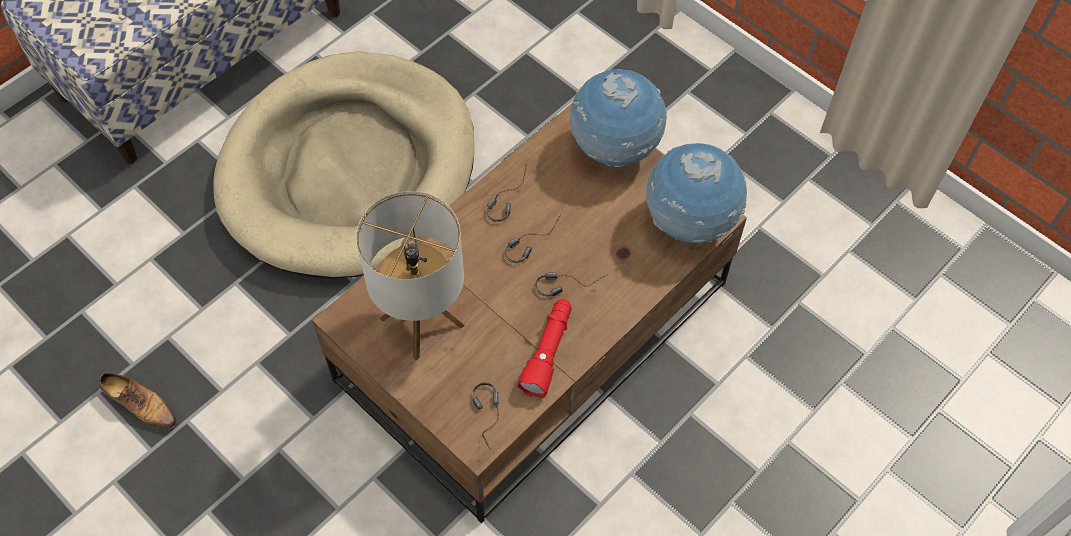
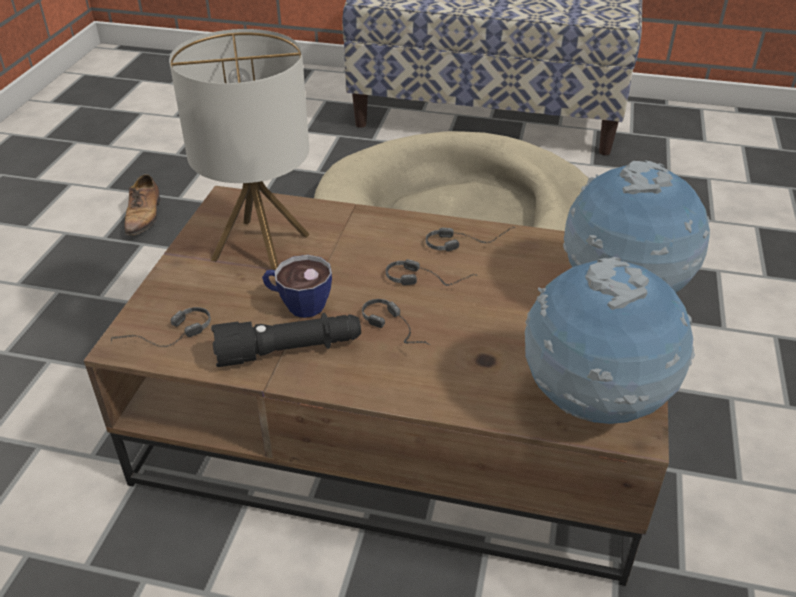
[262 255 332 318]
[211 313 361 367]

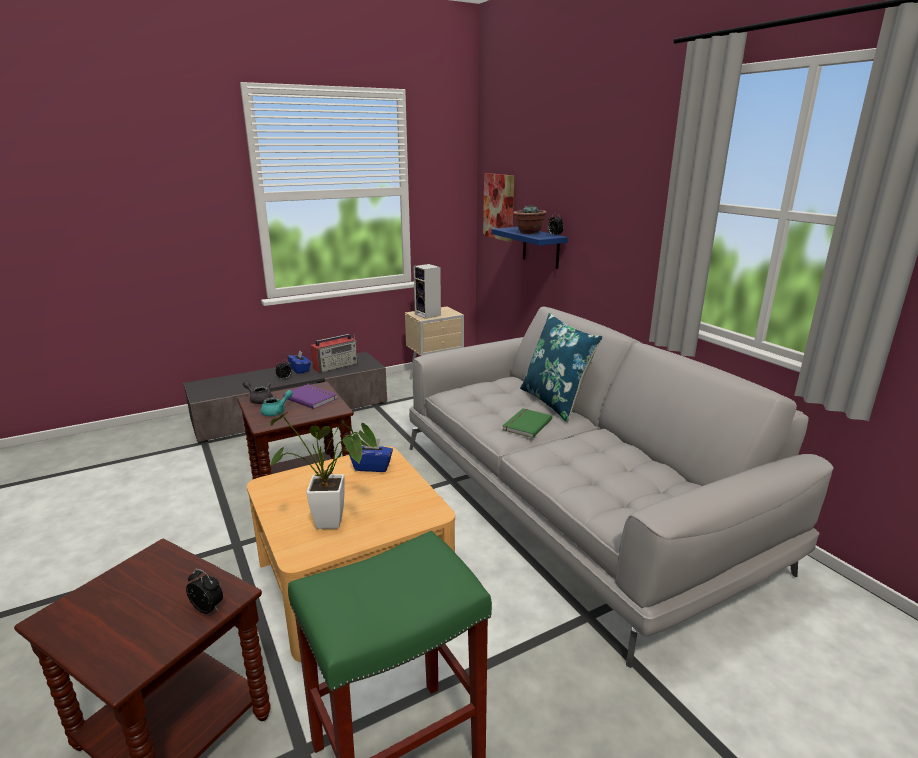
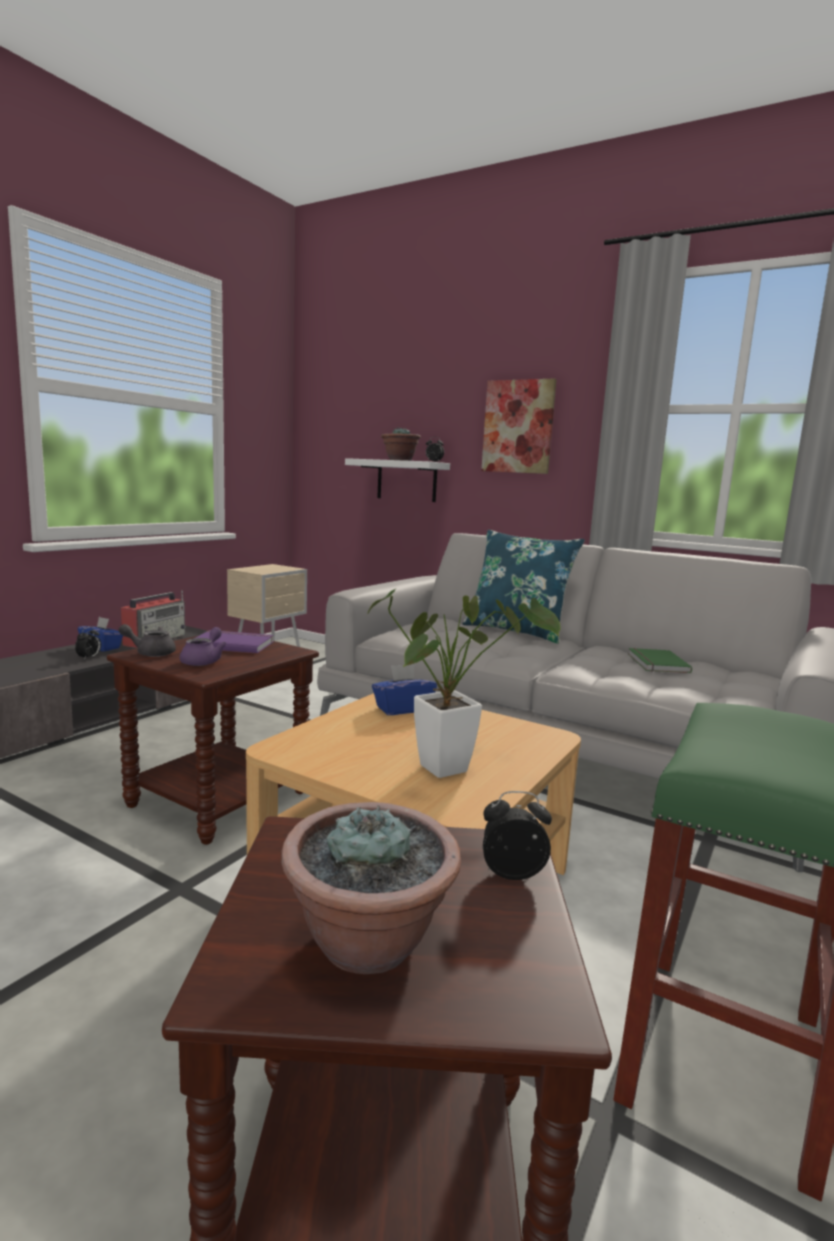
[413 264 441 319] (first image)
[281 802 461 974]
[481 378 557 474]
[628 648 692 673]
[179 627 226 666]
[345 458 450 502]

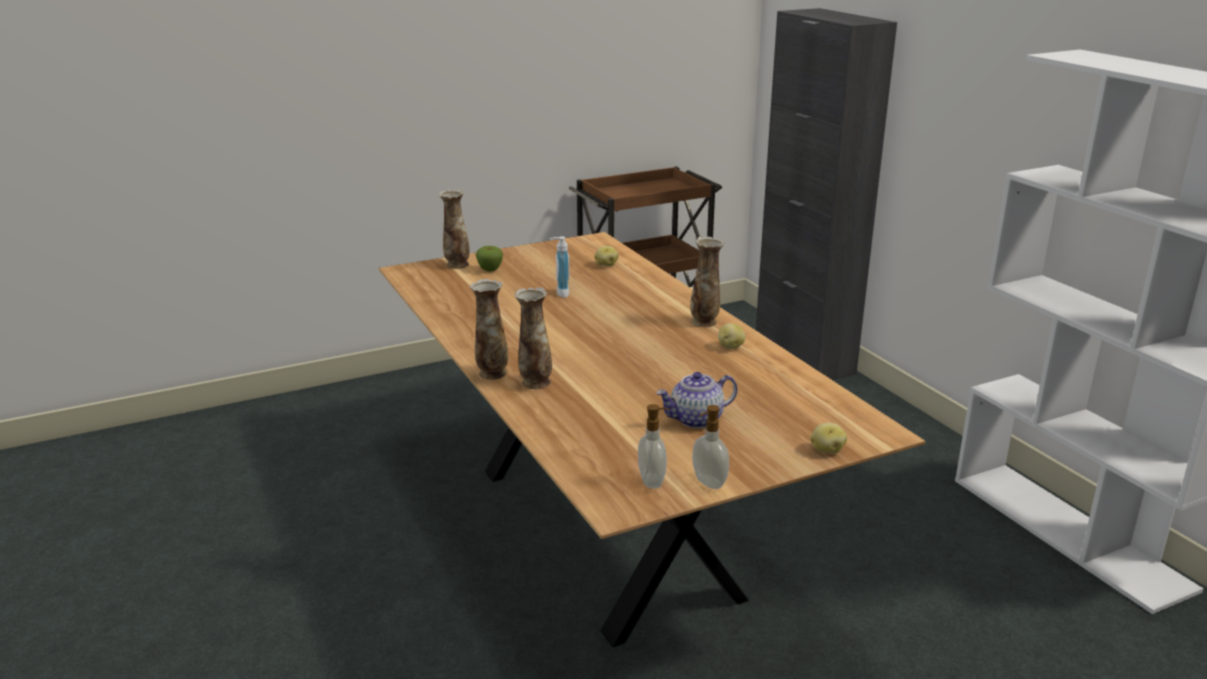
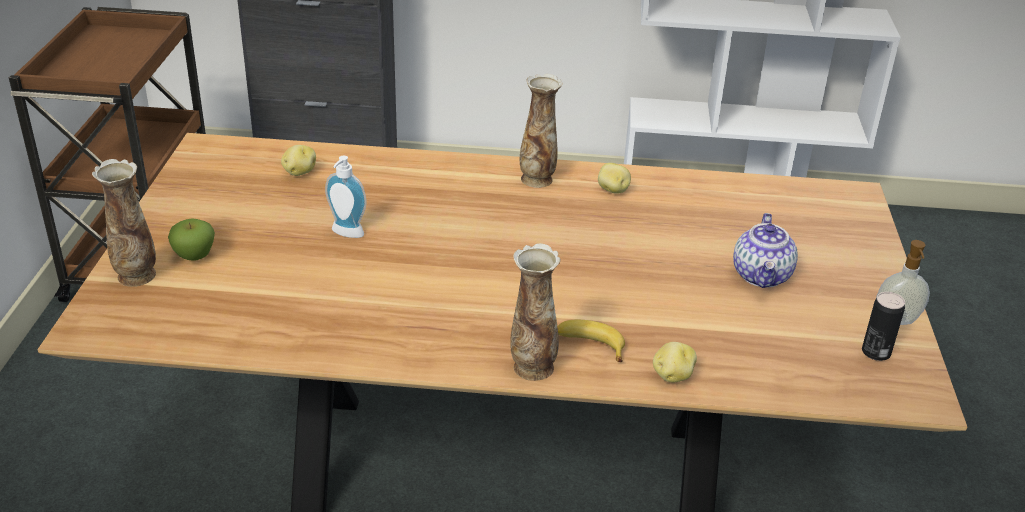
[653 342 697 383]
[557 320 625 362]
[862 292 905 361]

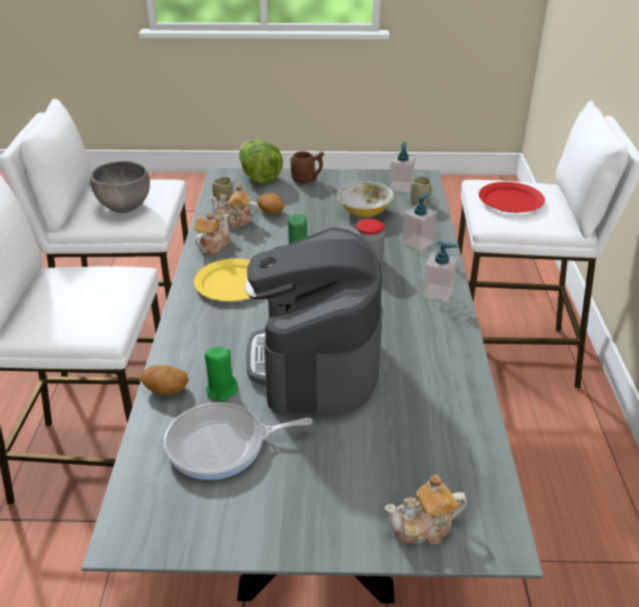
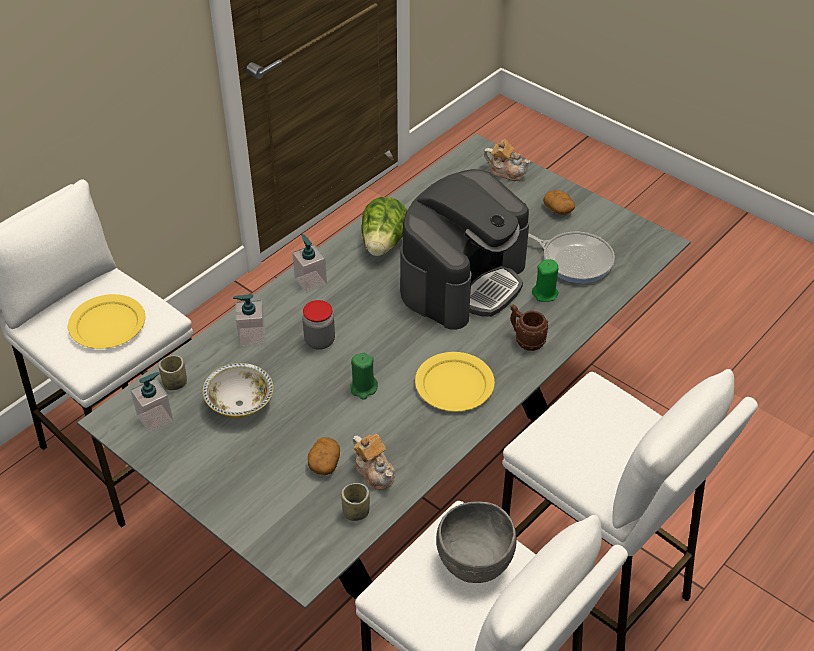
[194 212 230 254] (first image)
[543 190 575 215]
[361 197 407 256]
[510 305 548 351]
[68 294 145 349]

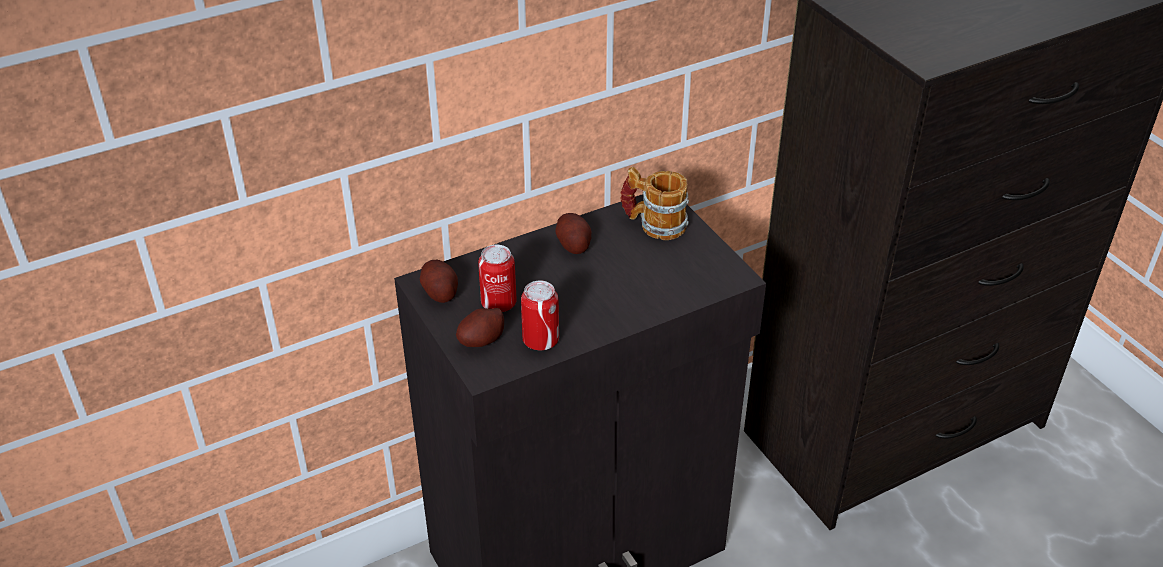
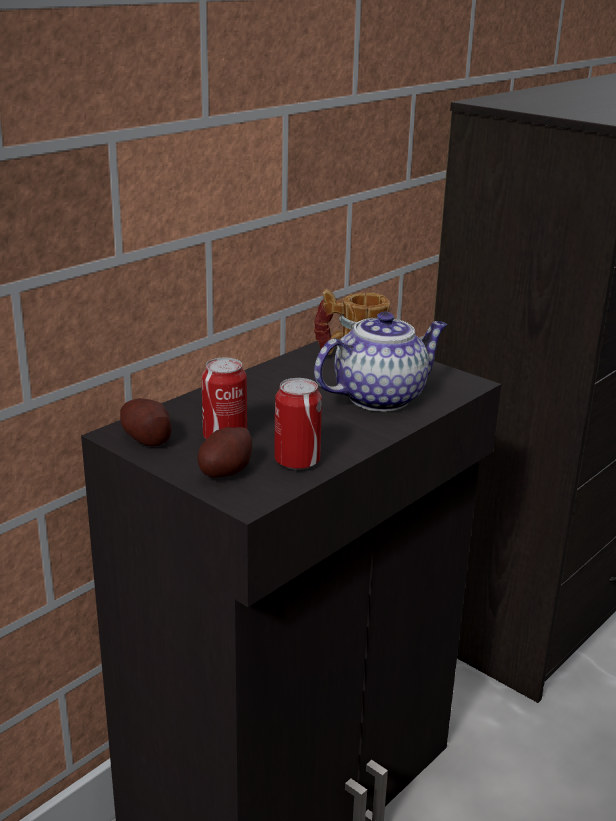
[555 213 591 254] (first image)
[314 311 448 412]

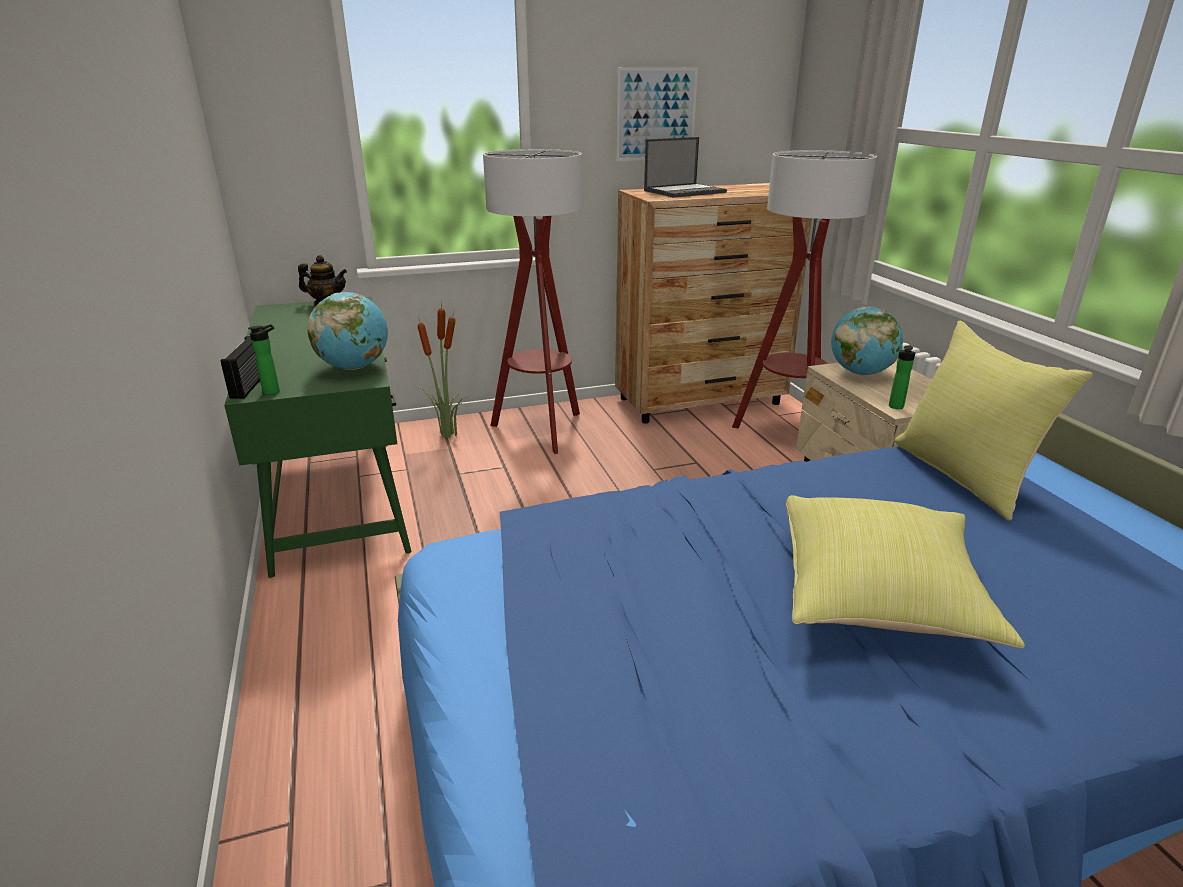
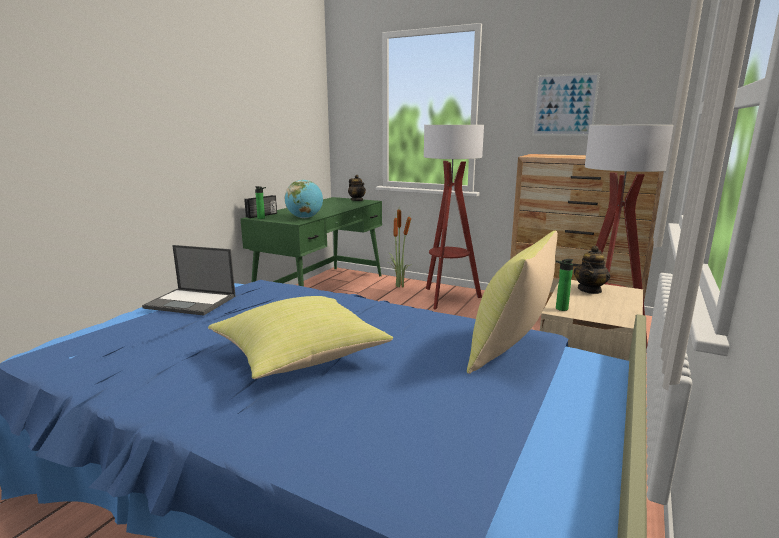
[142 245 236 316]
[574 246 610 294]

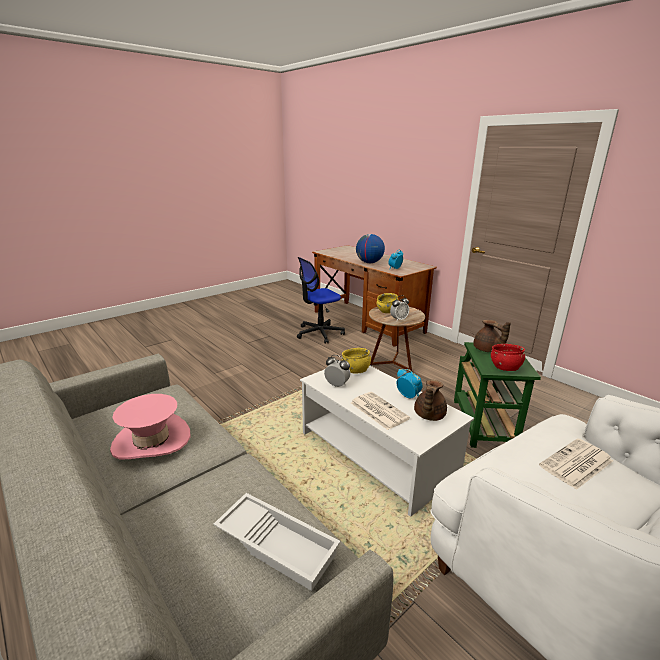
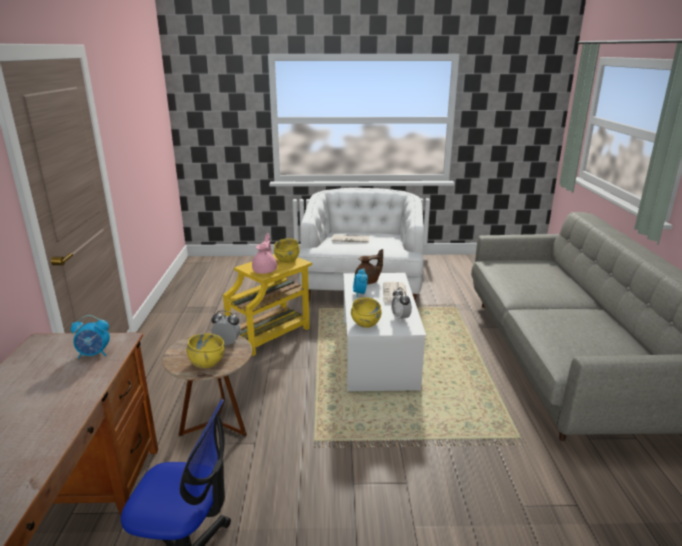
[110 394 191 459] (first image)
[213 493 340 591] (first image)
[356 234 385 263] (first image)
[223 254 312 356]
[252 233 277 274]
[274 238 300 263]

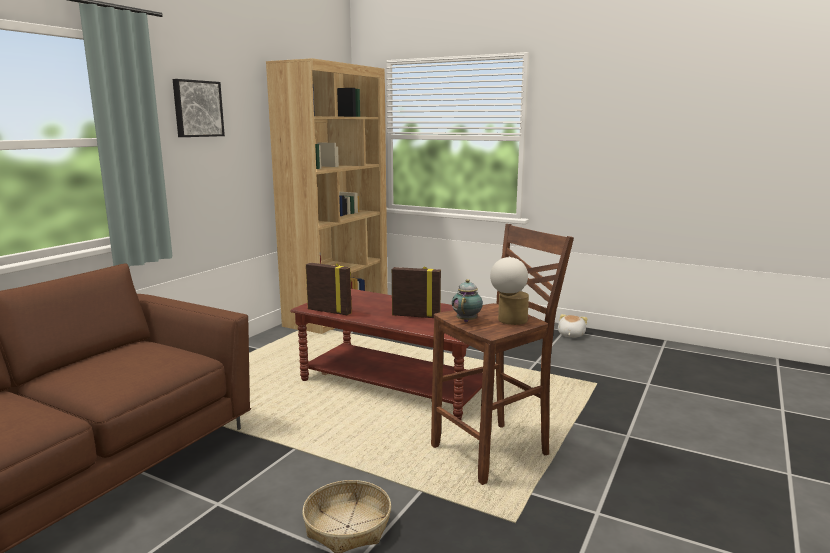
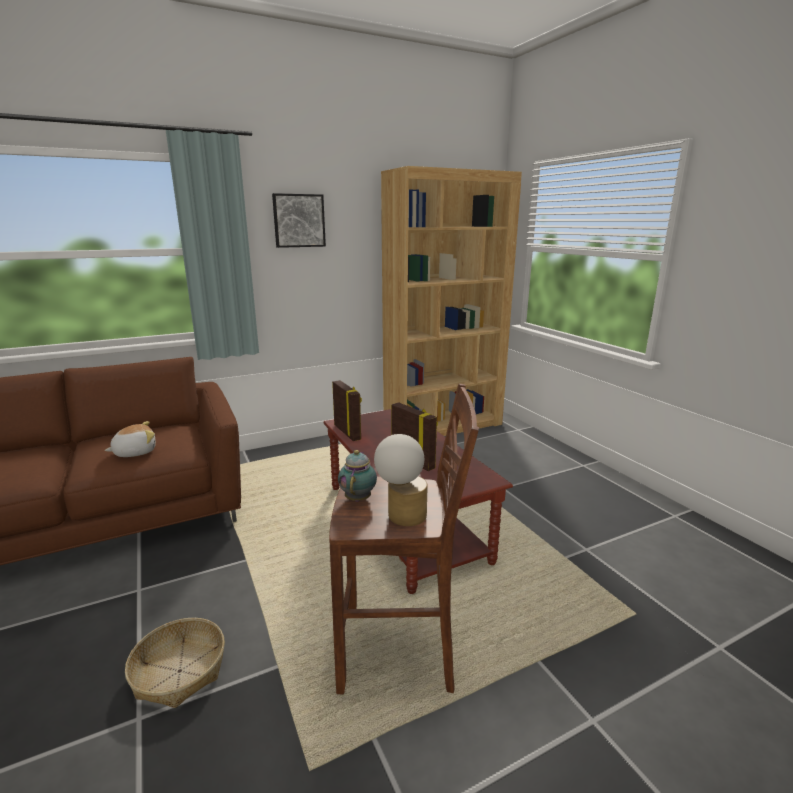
[104 421 156 457]
[338 450 377 502]

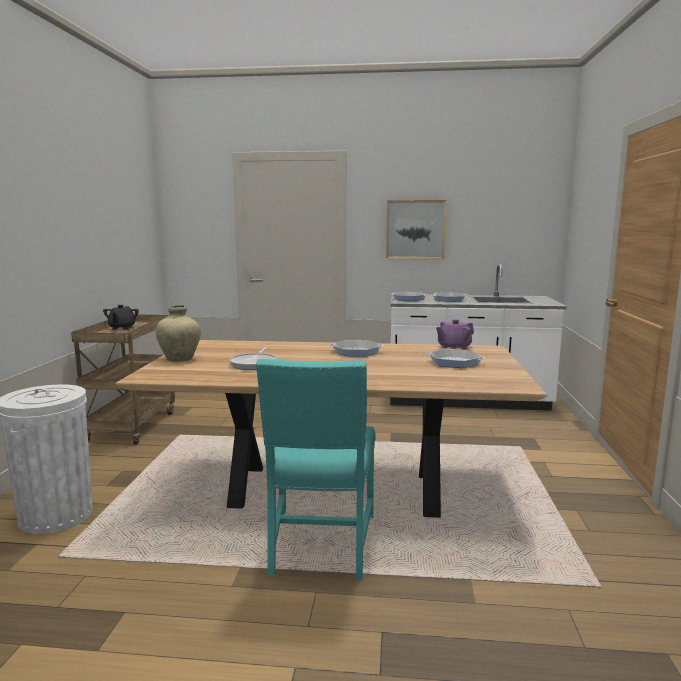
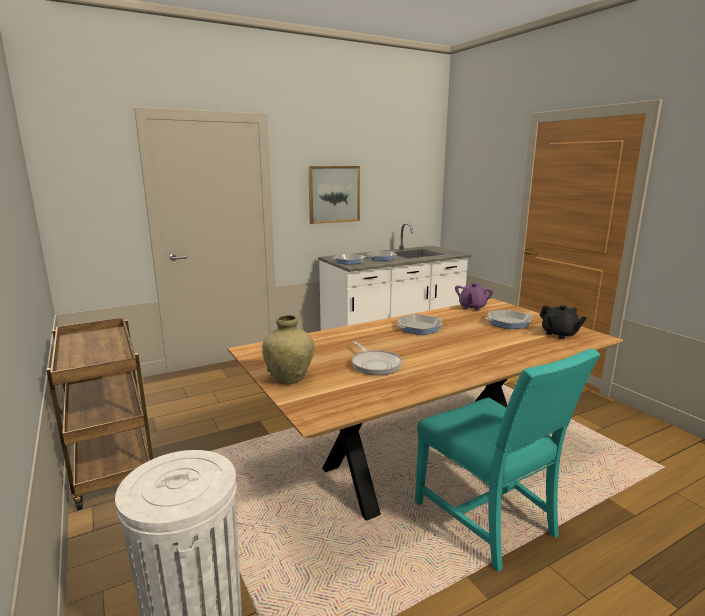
[540 305 587 339]

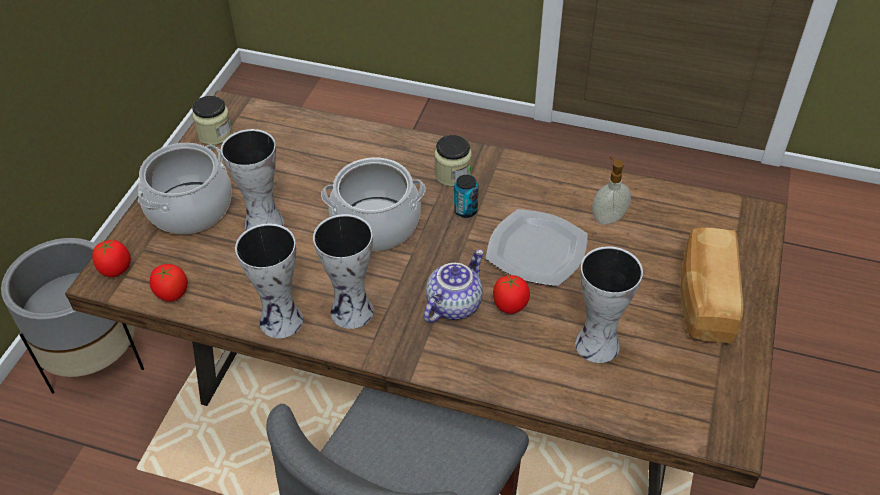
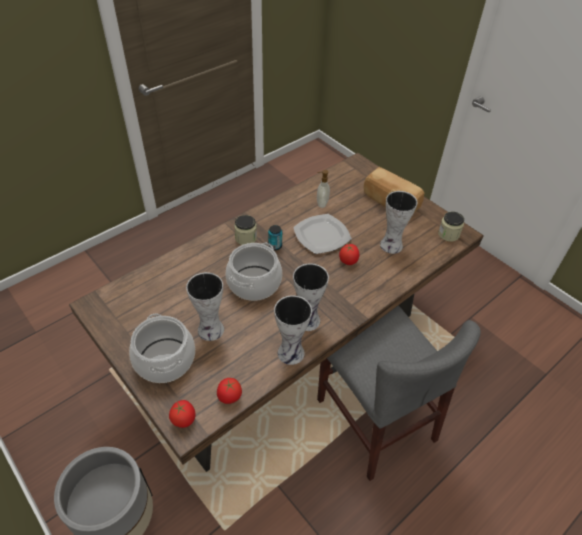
[424 250 484 323] (first image)
[438 212 464 242]

